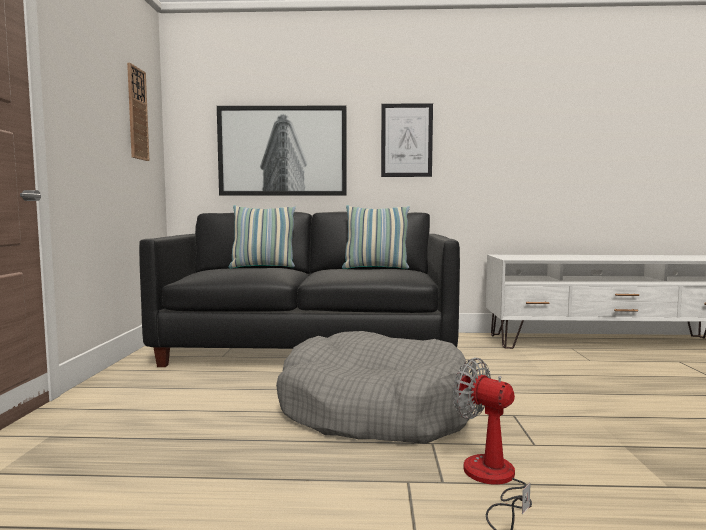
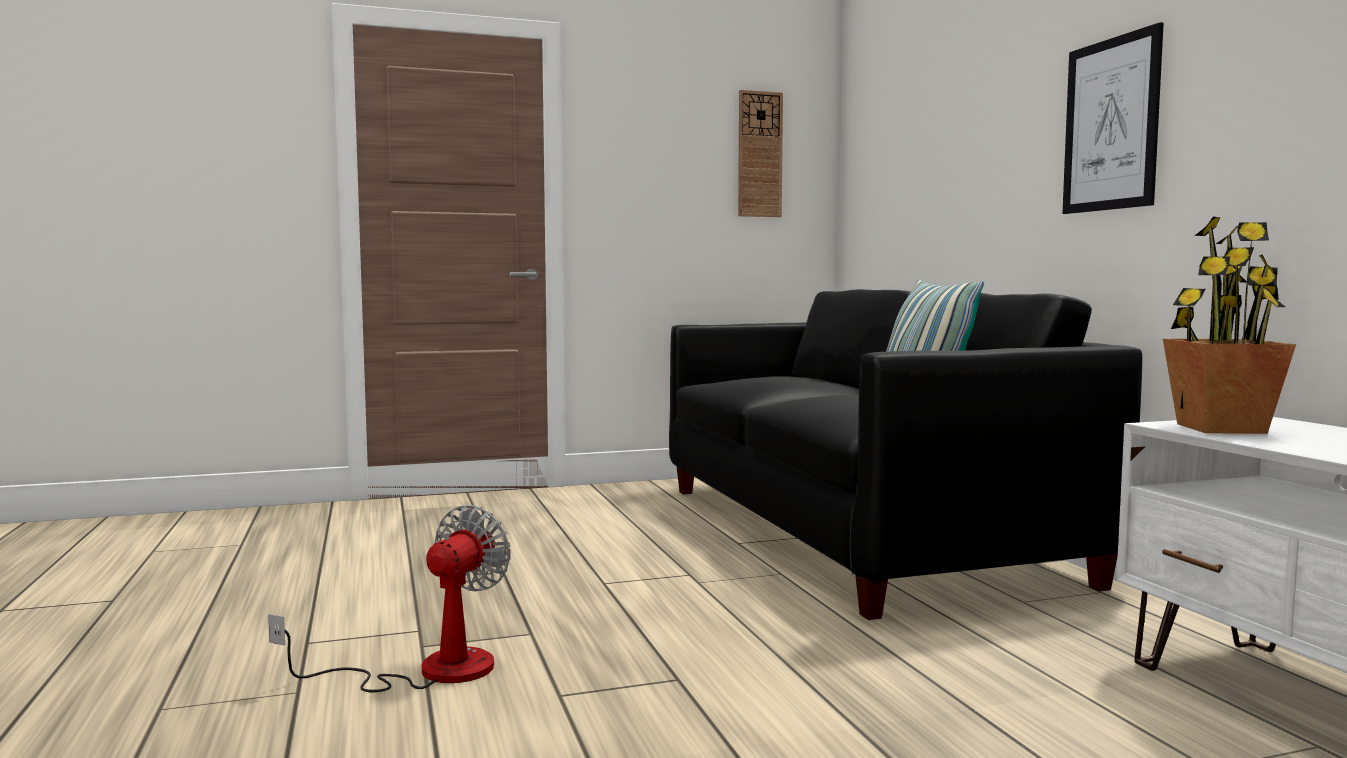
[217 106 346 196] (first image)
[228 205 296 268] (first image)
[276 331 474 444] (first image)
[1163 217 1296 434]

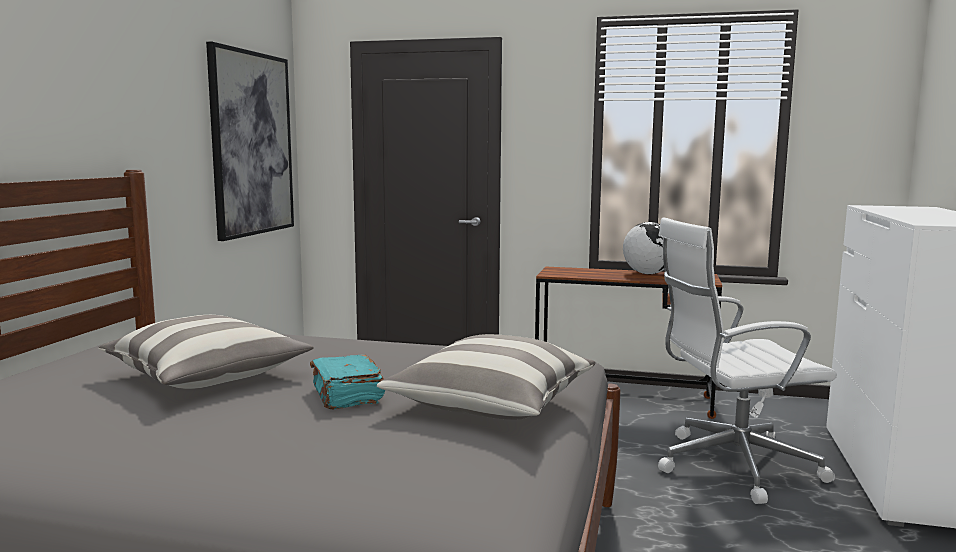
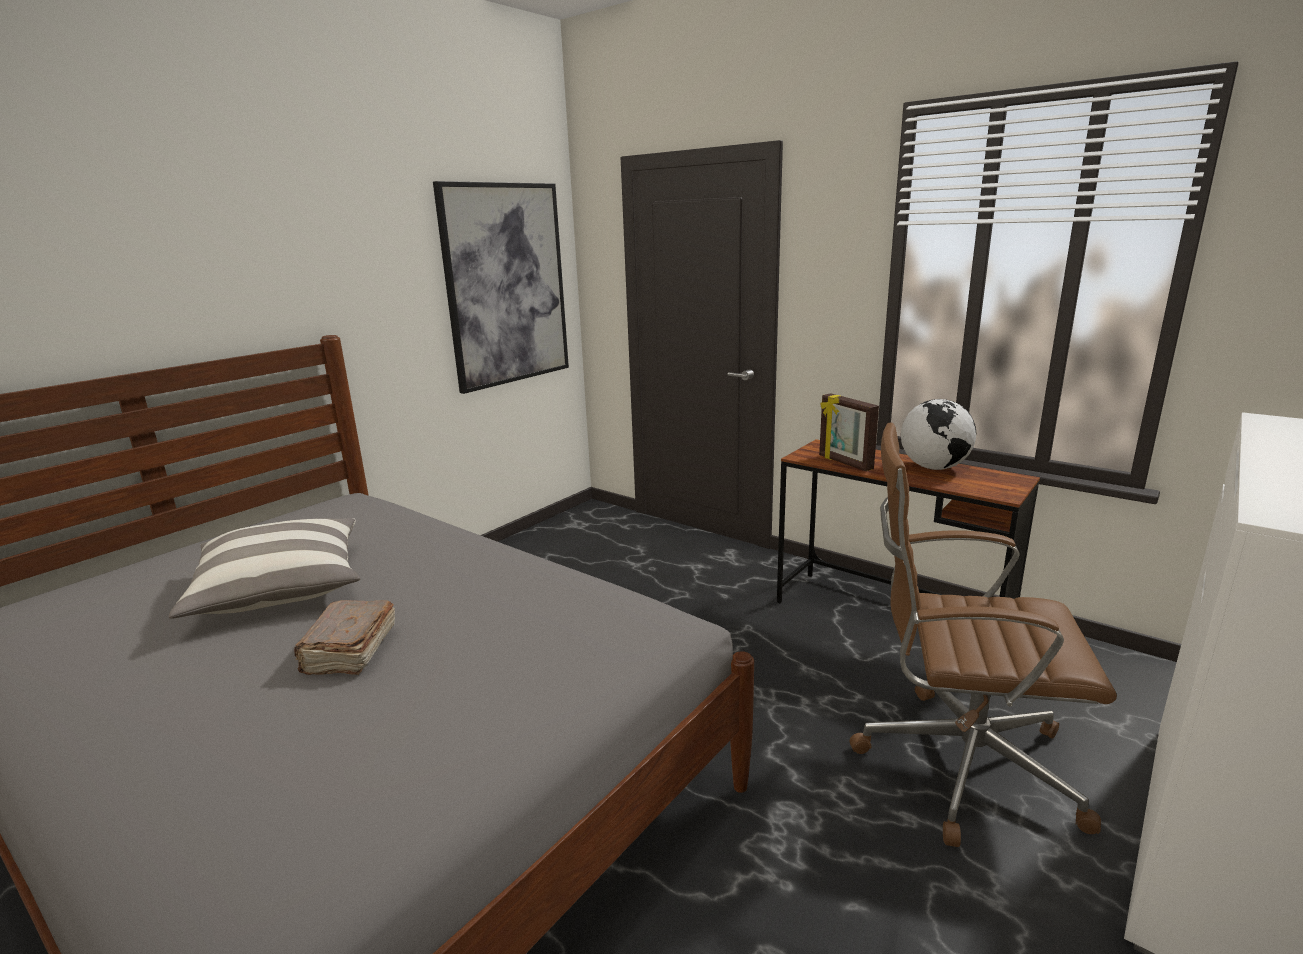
[377 334 595 420] (first image)
[819 393 879 471]
[294 600 395 675]
[850 422 1117 847]

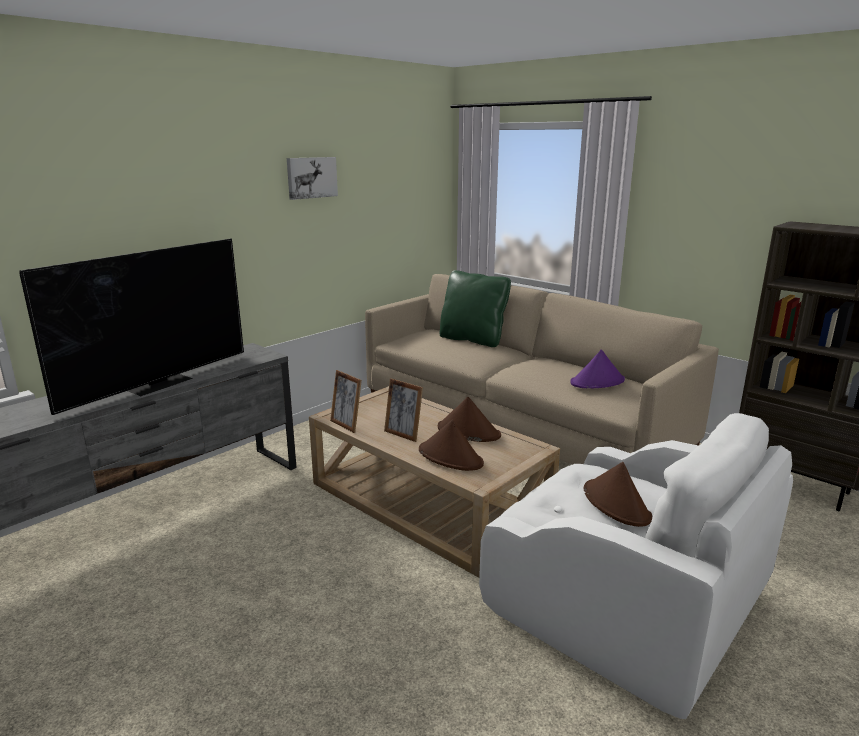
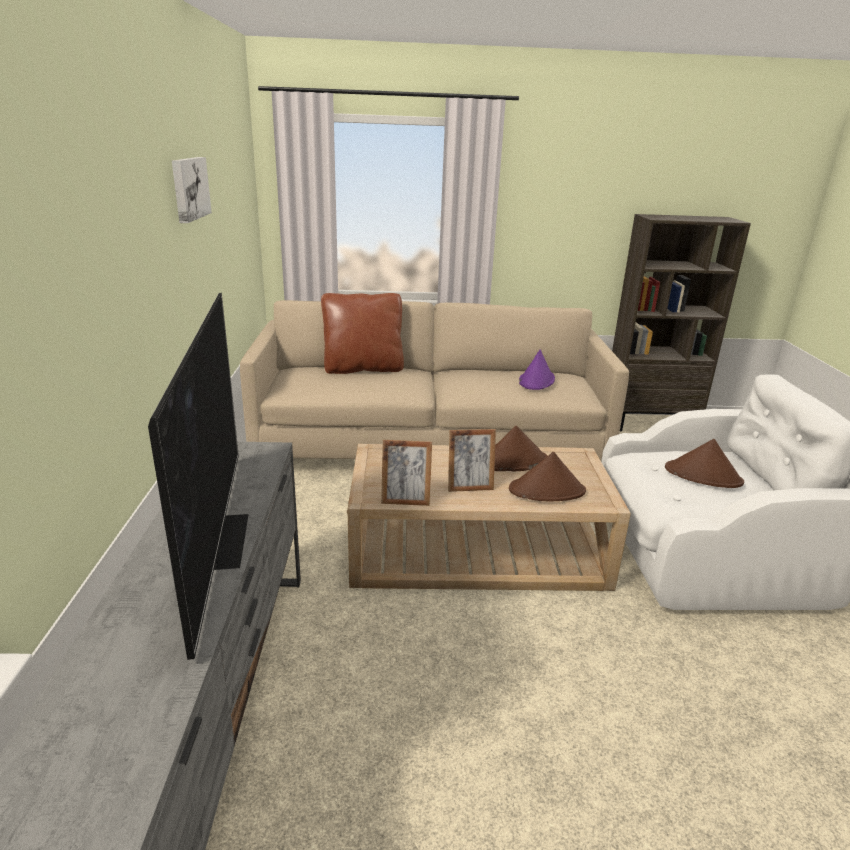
[321 293 404 374]

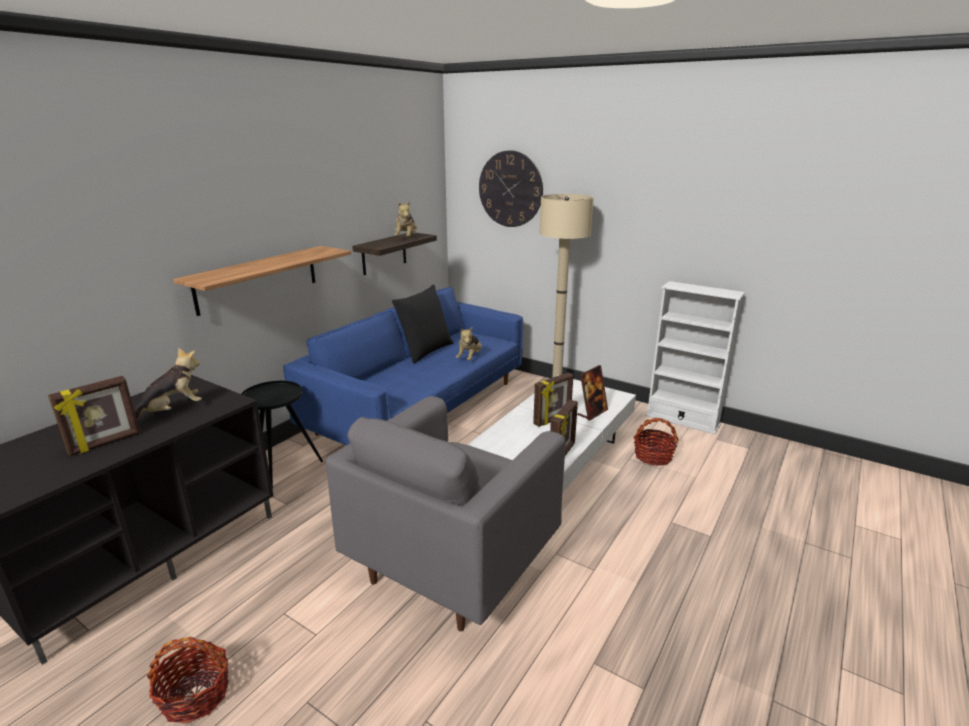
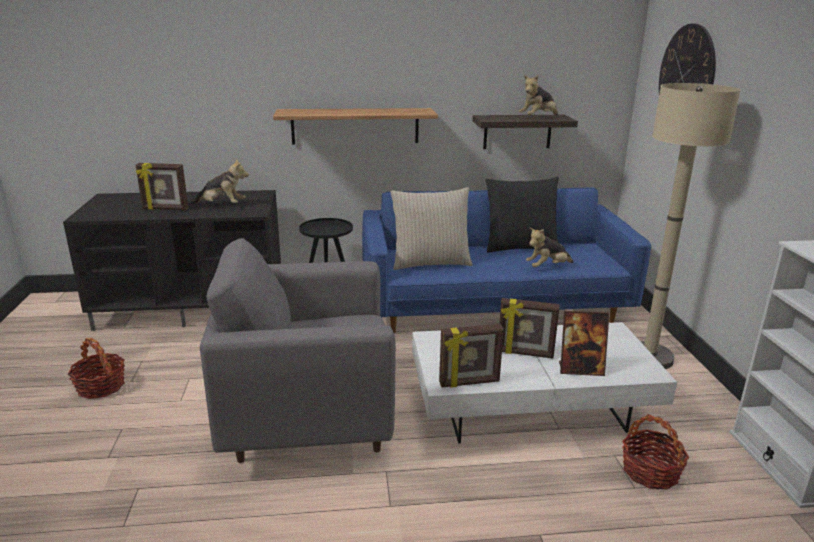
[390 187 473 270]

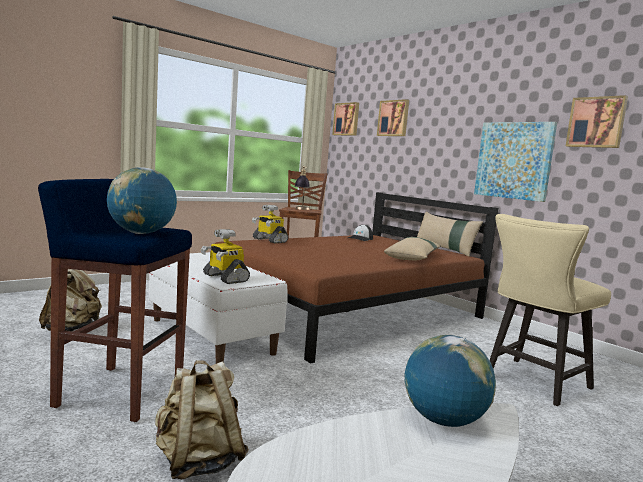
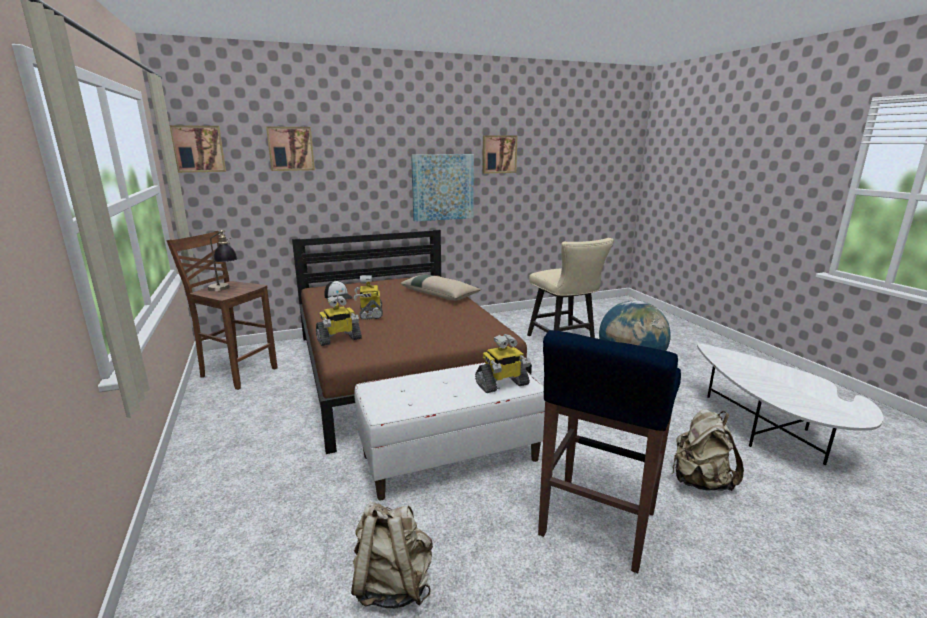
[405 335 496 427] (first image)
[417 212 483 257] (first image)
[354 275 383 320]

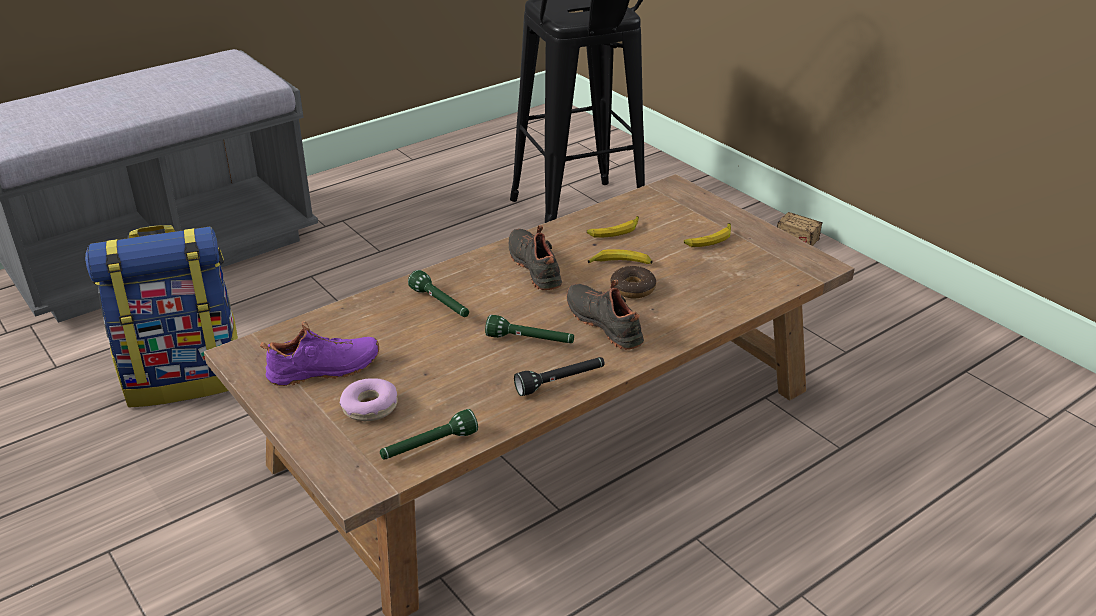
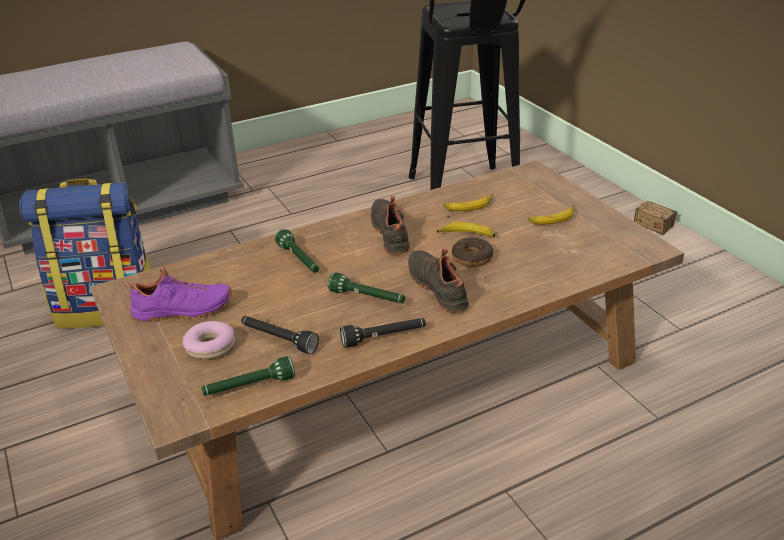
[241 316 319 354]

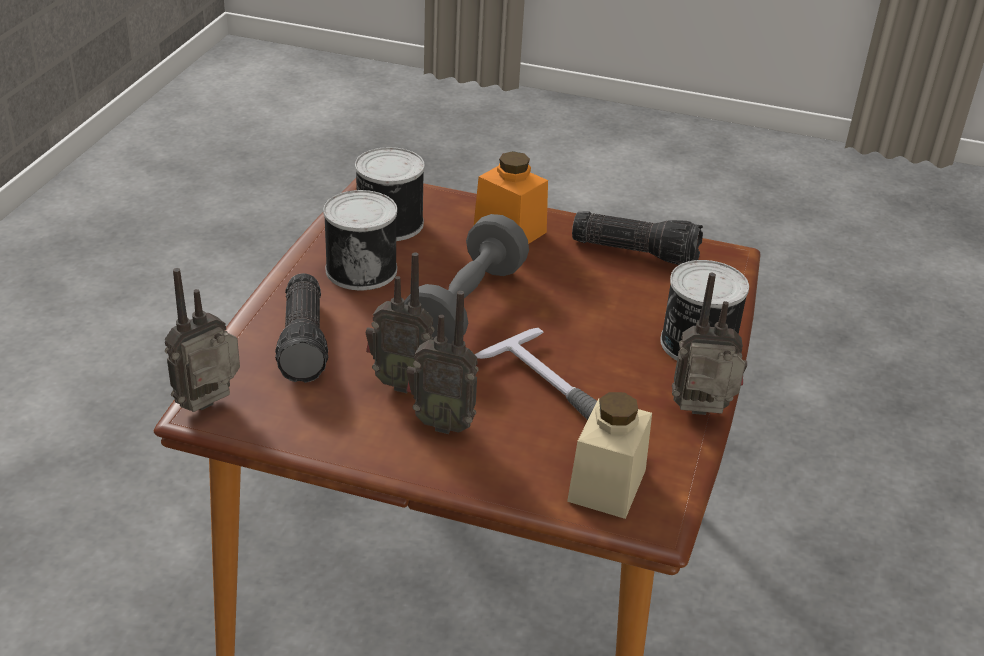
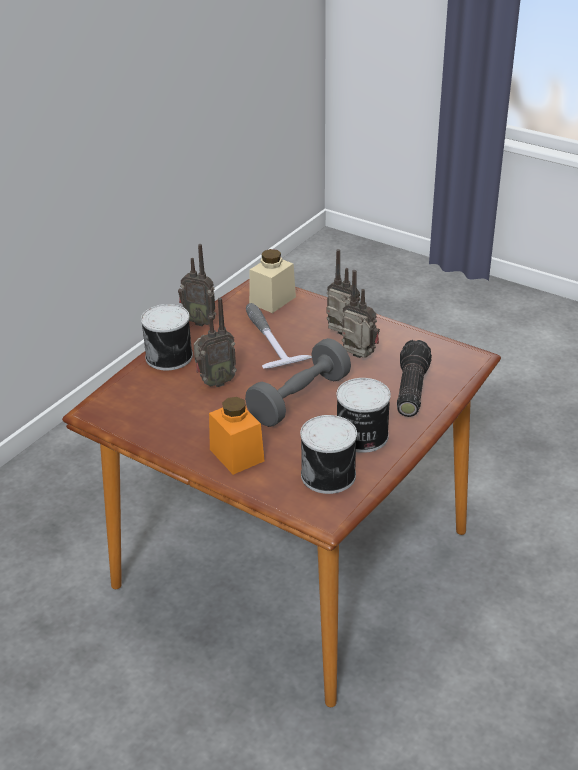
[572 212 703 265] (first image)
[194 298 237 387]

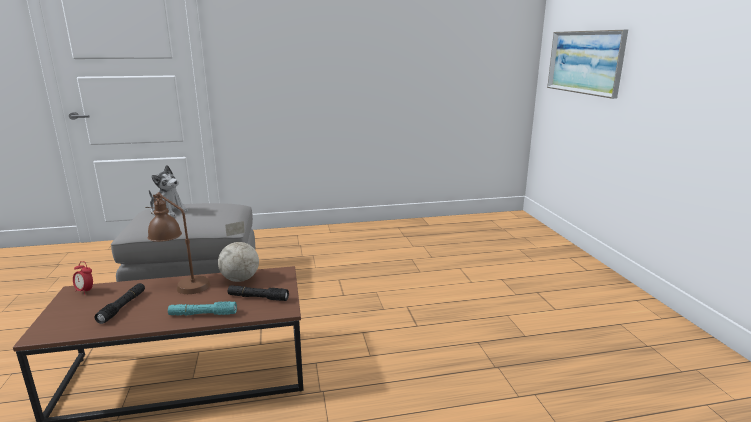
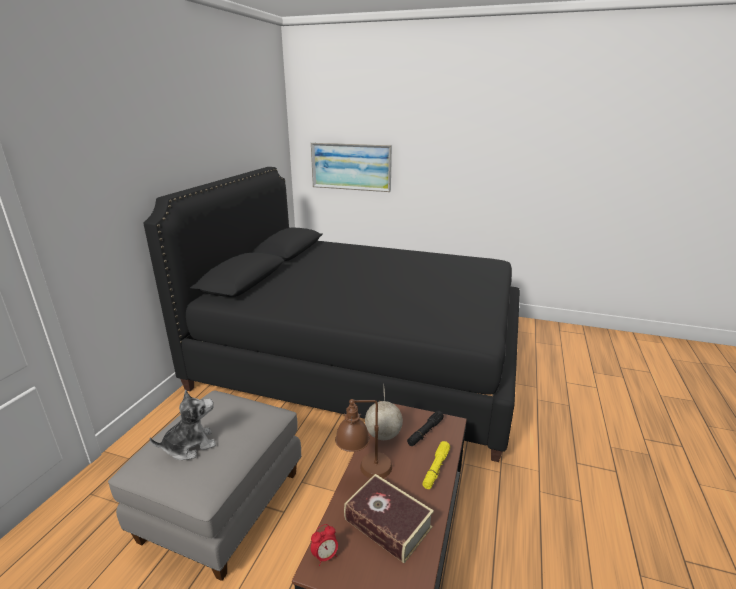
[144 167 520 462]
[344 474 434 563]
[423 441 450 489]

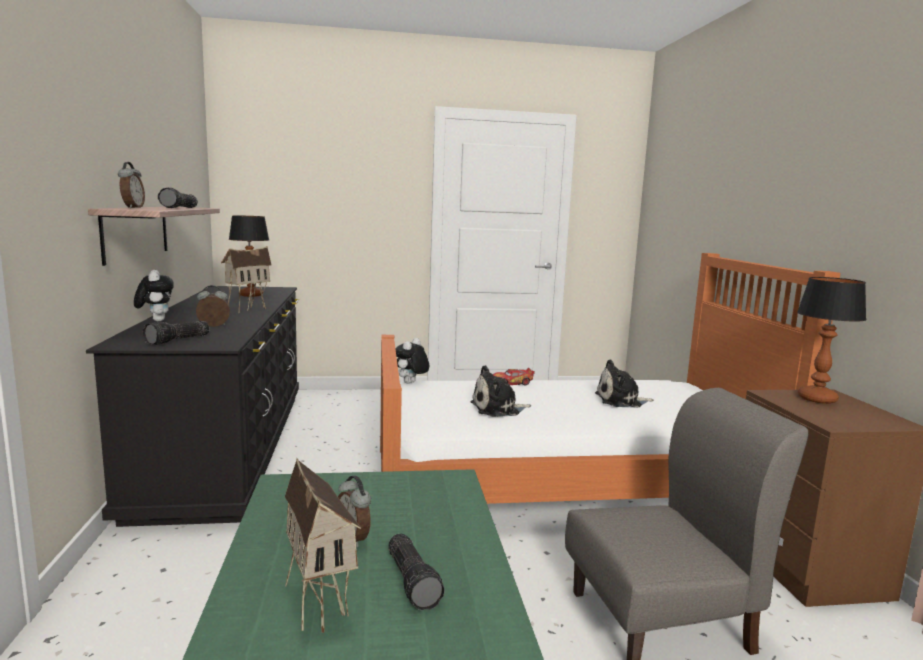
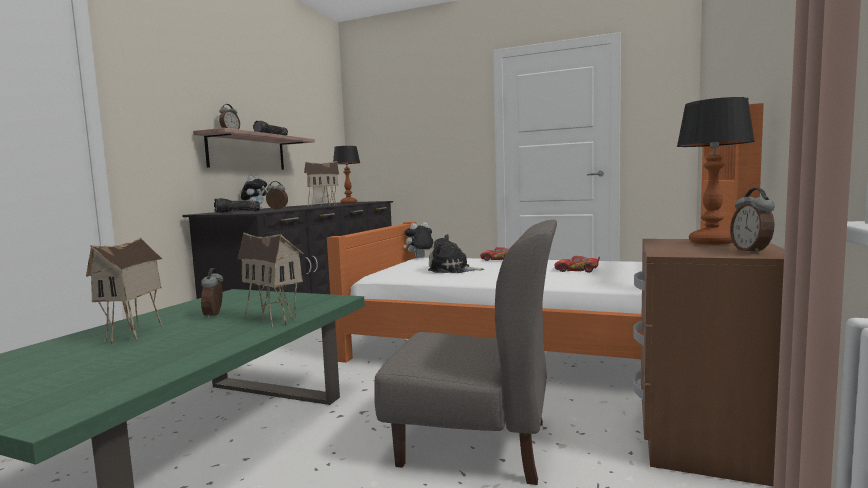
[388 534 445 611] (first image)
[238 232 304 327]
[730 188 775 254]
[555 256 600 273]

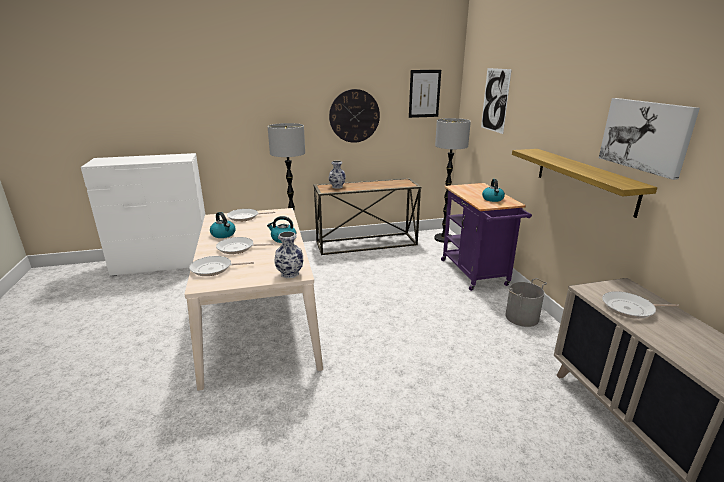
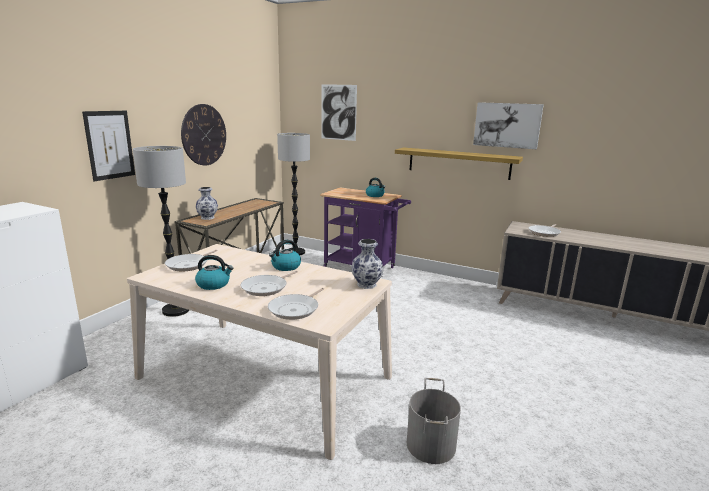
[82 111 135 181]
[407 378 461 464]

